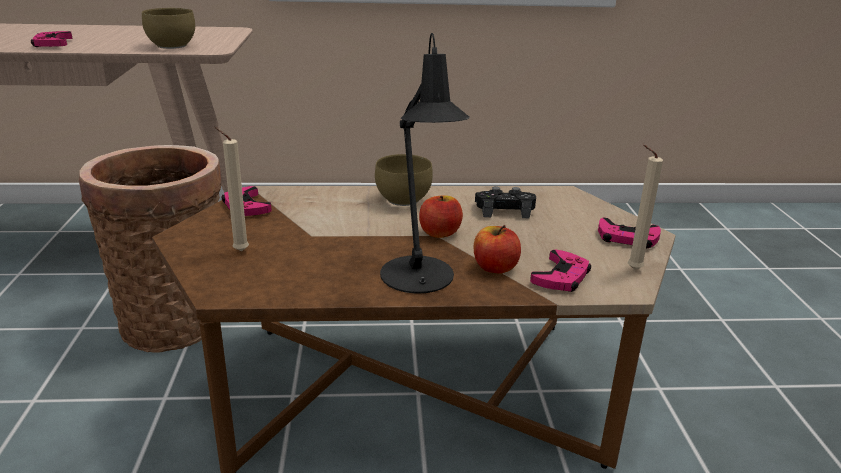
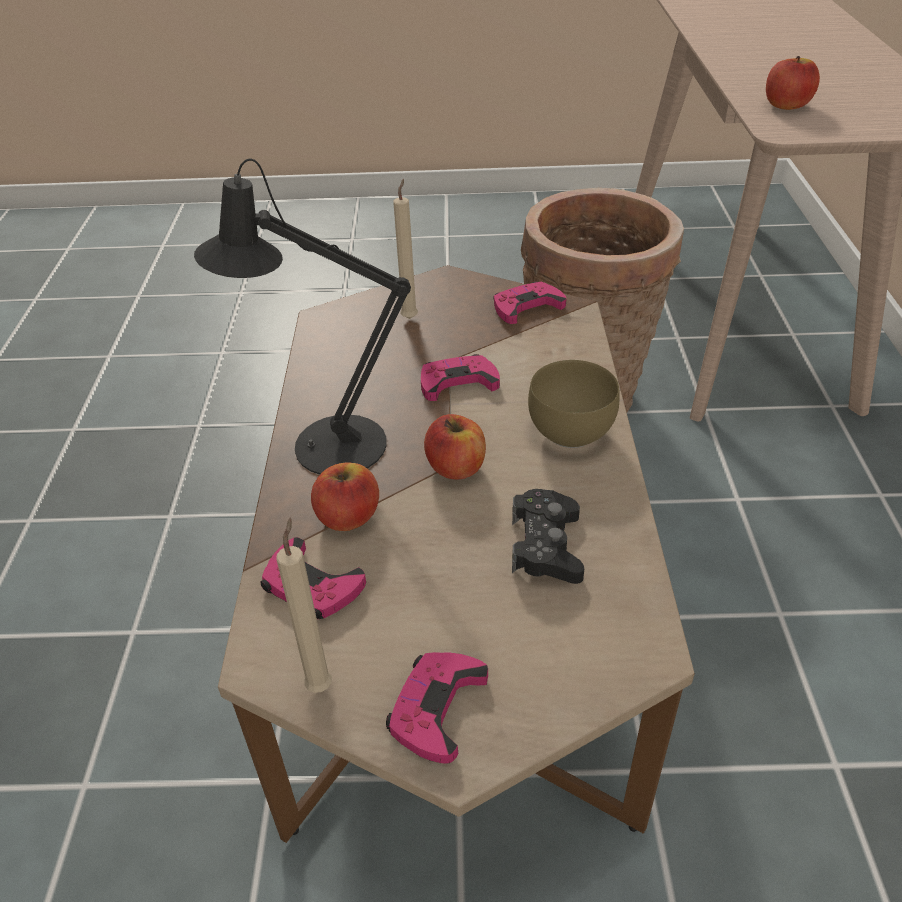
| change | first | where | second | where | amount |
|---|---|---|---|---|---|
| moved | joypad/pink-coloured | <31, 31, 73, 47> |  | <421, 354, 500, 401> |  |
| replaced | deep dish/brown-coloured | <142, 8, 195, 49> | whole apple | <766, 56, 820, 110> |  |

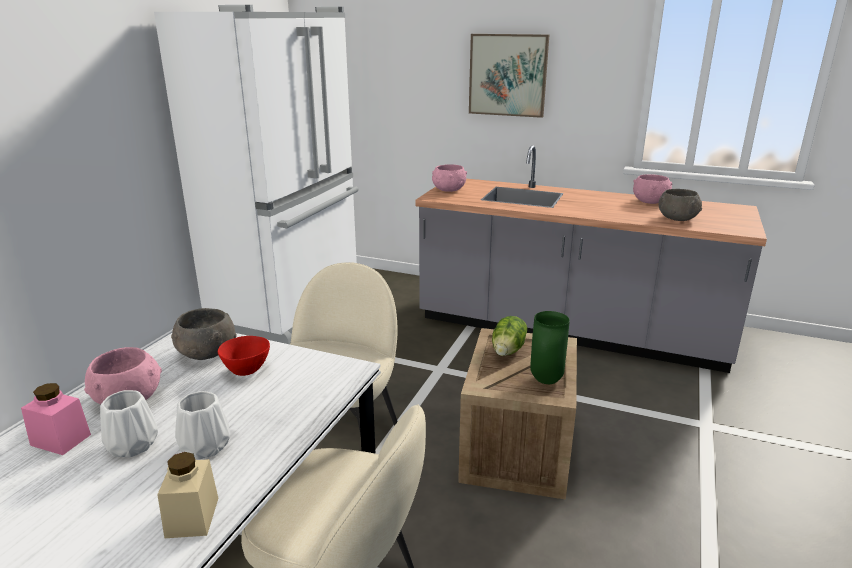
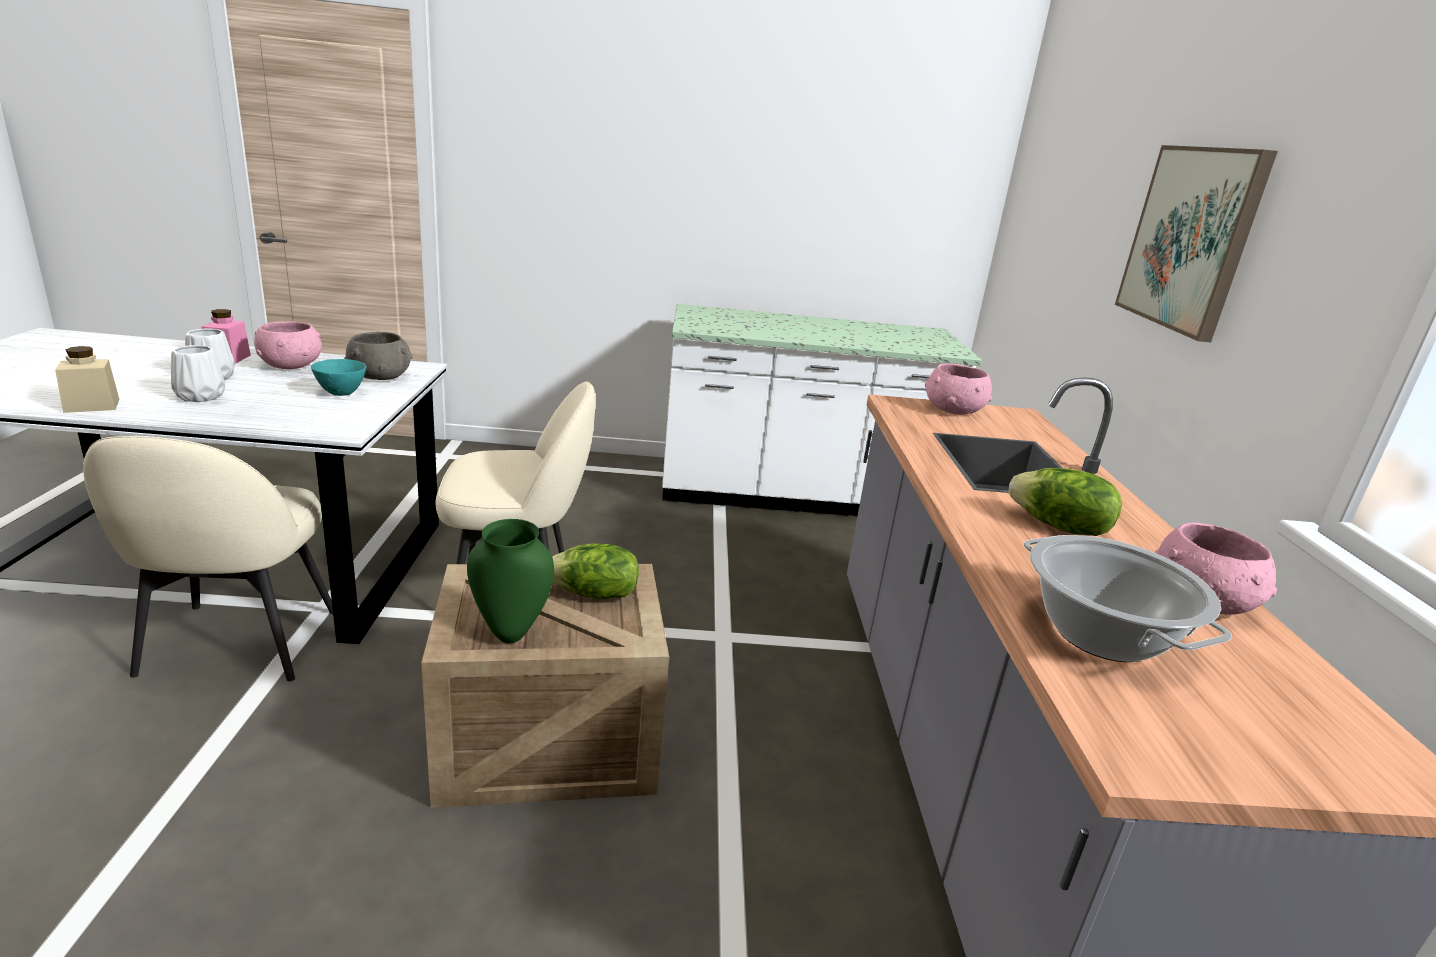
| change | first | where | second | where | amount |
|---|---|---|---|---|---|
| replaced | fridge/whitish | <154, 5, 358, 344> | counter/whitish | <662, 304, 982, 516> |  |
| recoloured | deep dish/red-coloured | <218, 336, 270, 376> | deep dish/turquoise-coloured | <311, 359, 366, 396> |  |
| replaced | deep dish/greyish | <659, 189, 702, 221> | stockpot | <1023, 535, 1232, 662> |  |
| added |  |  | lettuce | <1008, 468, 1122, 536> |  |

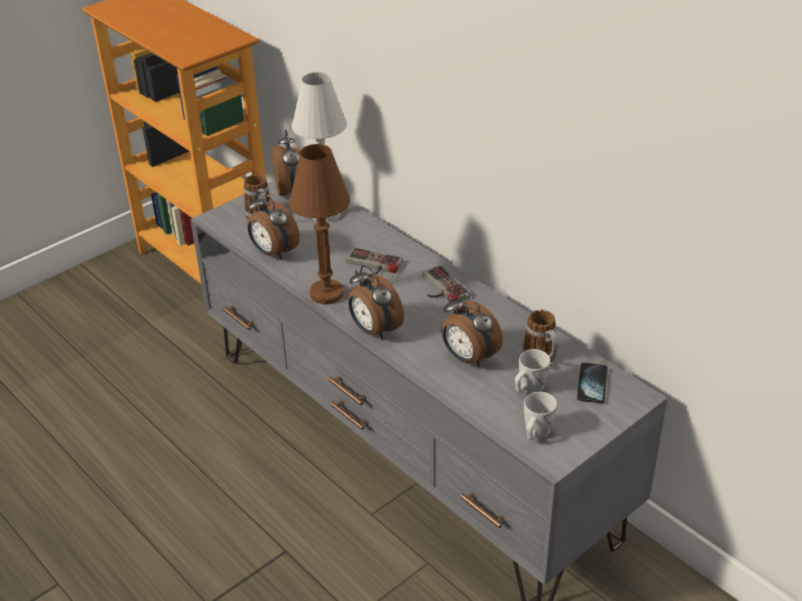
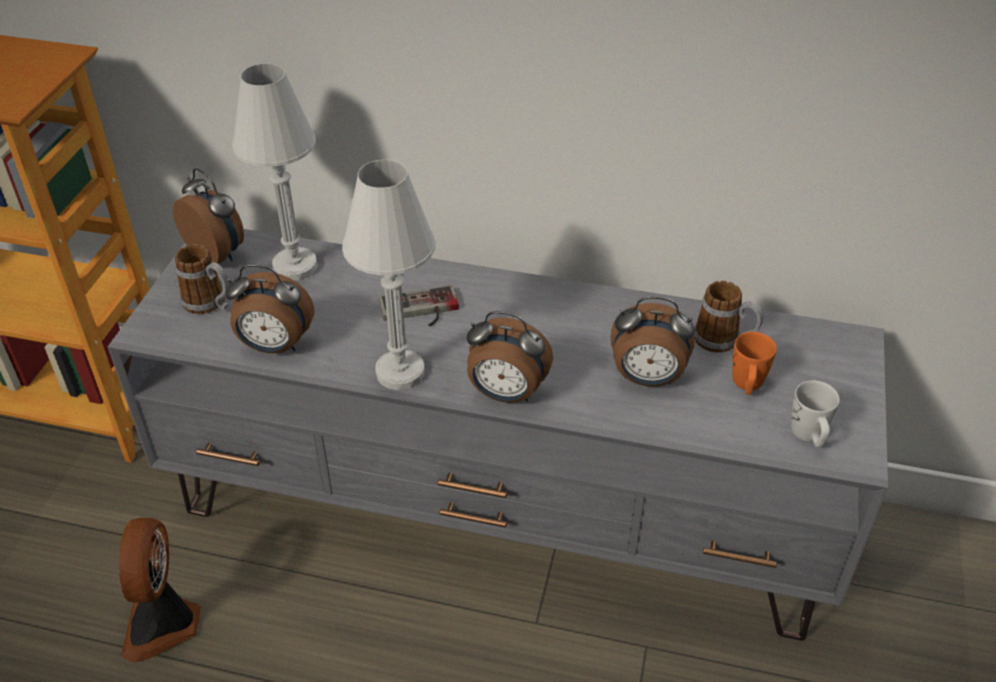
| change | first | where | second | where | amount |
|---|---|---|---|---|---|
| recoloured | table lamp/brown-coloured | <289, 144, 350, 305> | table lamp/whitish | <342, 160, 436, 390> |  |
| removed | joypad | <422, 265, 471, 302> |  |  |  |
| recoloured | mug/whitish | <515, 349, 550, 394> | mug/orange-coloured | <732, 332, 777, 395> |  |
| removed | phone | <577, 363, 608, 403> |  |  |  |
| added |  |  | cooling fan | <119, 518, 201, 662> |  |

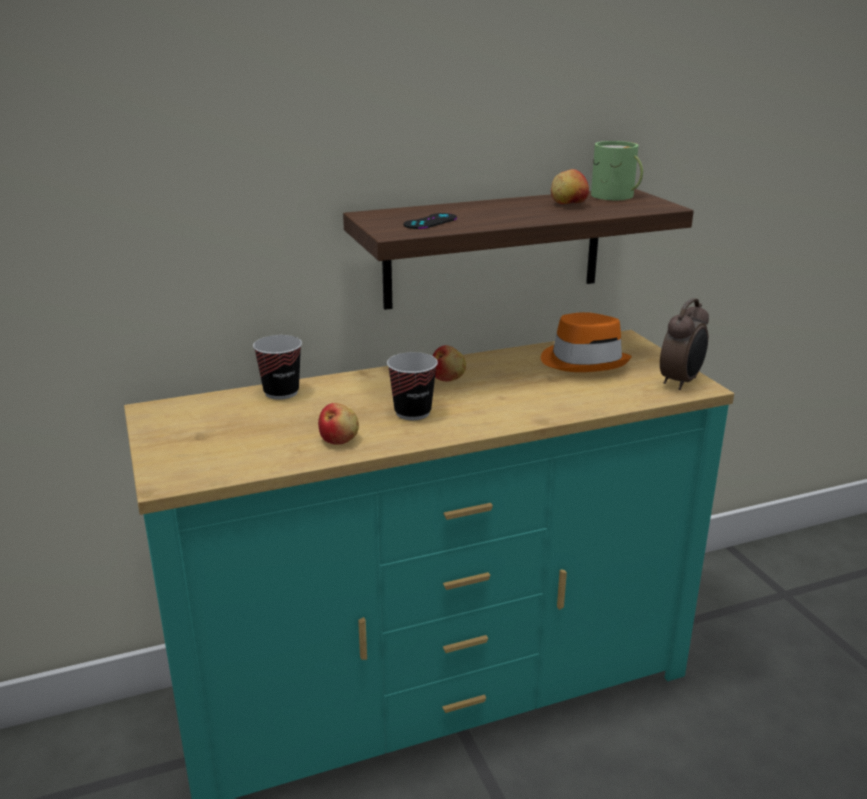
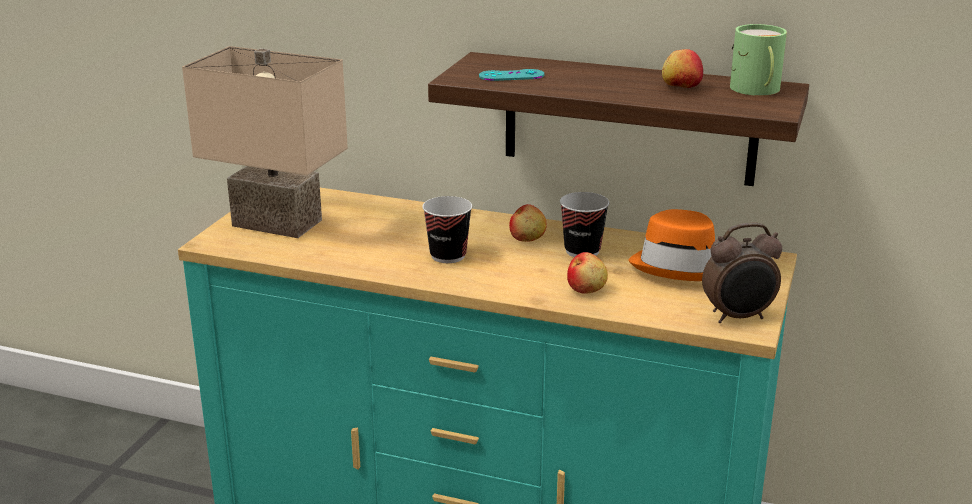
| change | first | where | second | where | amount |
|---|---|---|---|---|---|
| moved | drinking cup | <253, 335, 302, 400> |  | <560, 192, 609, 257> |  |
| moved | whole apple | <318, 403, 359, 445> |  | <567, 252, 608, 294> |  |
| recoloured | joypad/black | <404, 213, 457, 229> | joypad/turquoise-coloured | <479, 69, 544, 81> |  |
| added |  |  | table lamp/beige-coloured | <182, 46, 348, 238> |  |

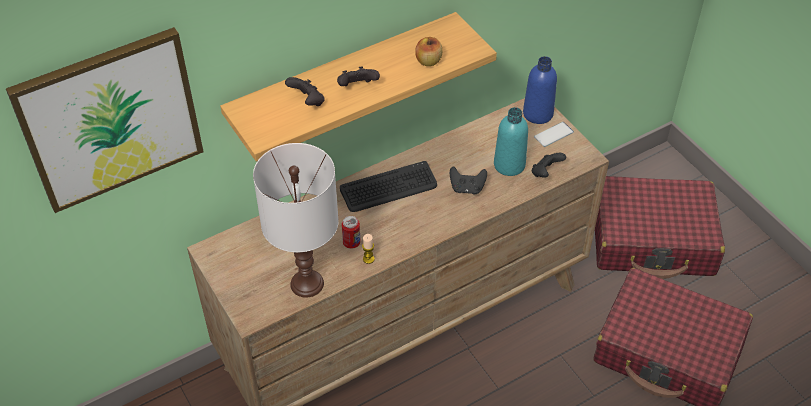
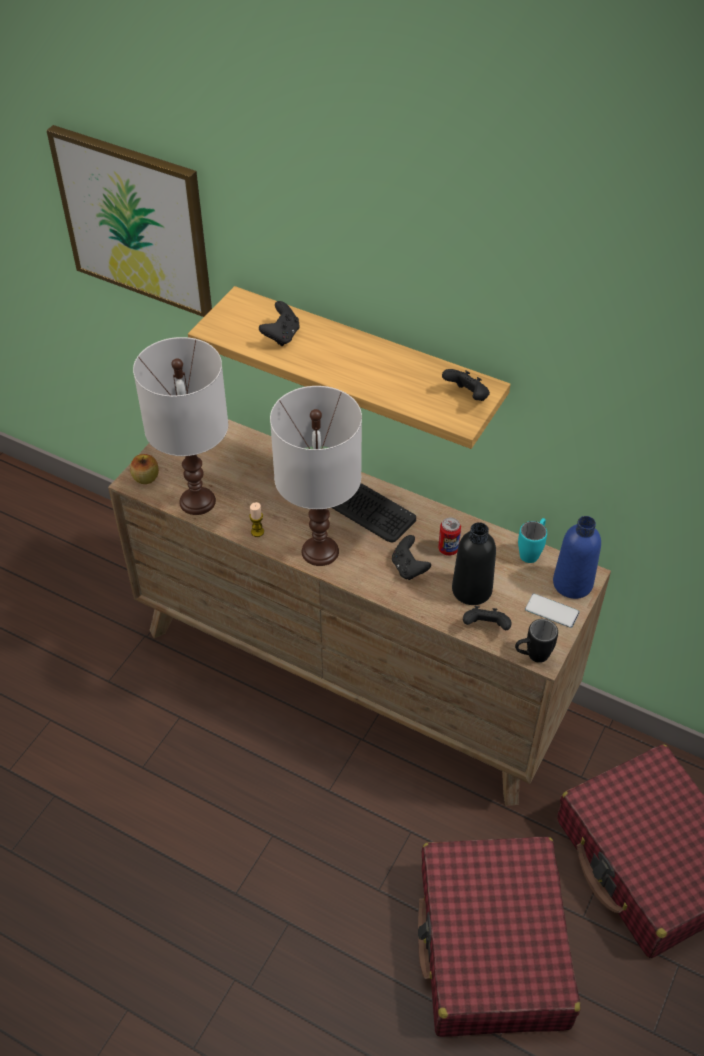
| change | first | where | second | where | amount |
|---|---|---|---|---|---|
| moved | joypad/black | <337, 66, 380, 86> |  | <442, 369, 490, 401> |  |
| moved | sealed can | <341, 216, 361, 249> |  | <438, 518, 461, 556> |  |
| moved | whole apple | <415, 37, 442, 66> |  | <130, 454, 159, 484> |  |
| recoloured | beverage bottle/turquoise-coloured | <494, 107, 528, 176> | beverage bottle/black | <452, 522, 496, 605> |  |
| added |  |  | table lamp/whitish | <270, 386, 362, 566> |  |
| added |  |  | mug/black | <515, 619, 558, 663> |  |
| added |  |  | mug/turquoise-coloured | <518, 518, 547, 563> |  |

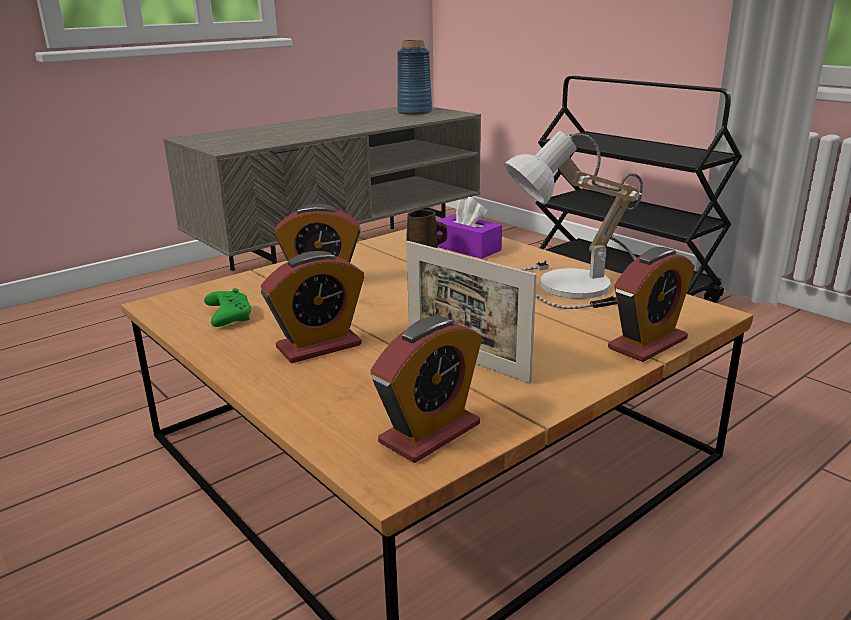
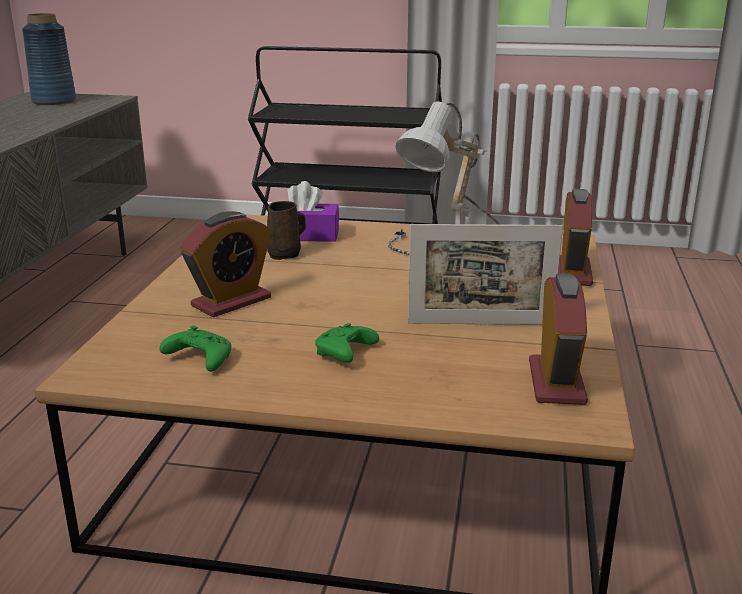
| change | first | where | second | where | amount |
|---|---|---|---|---|---|
| replaced | table clock | <261, 251, 364, 363> | joypad/greenish | <315, 323, 379, 363> |  |

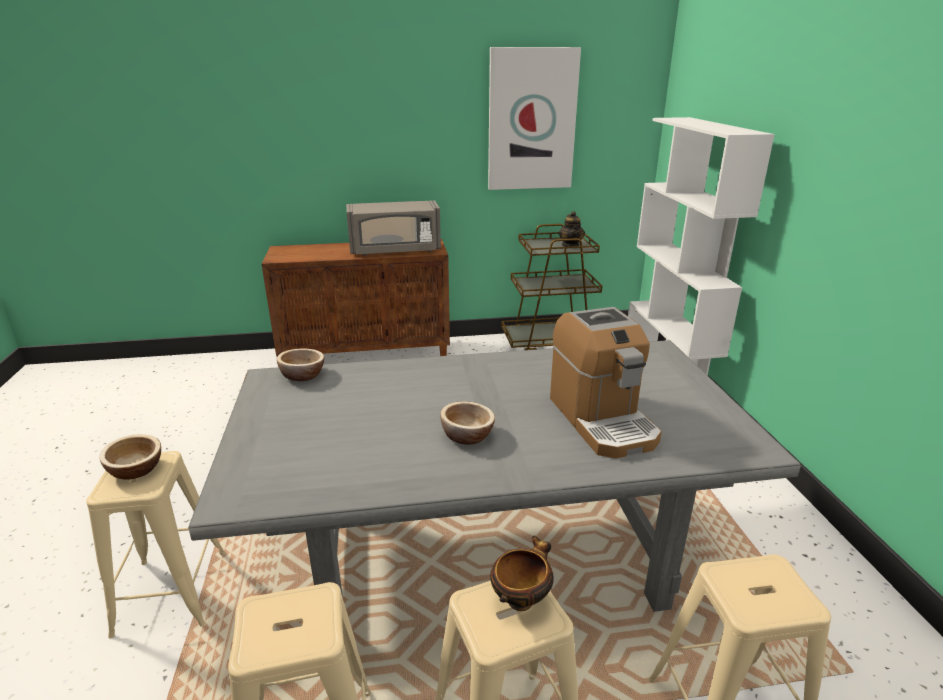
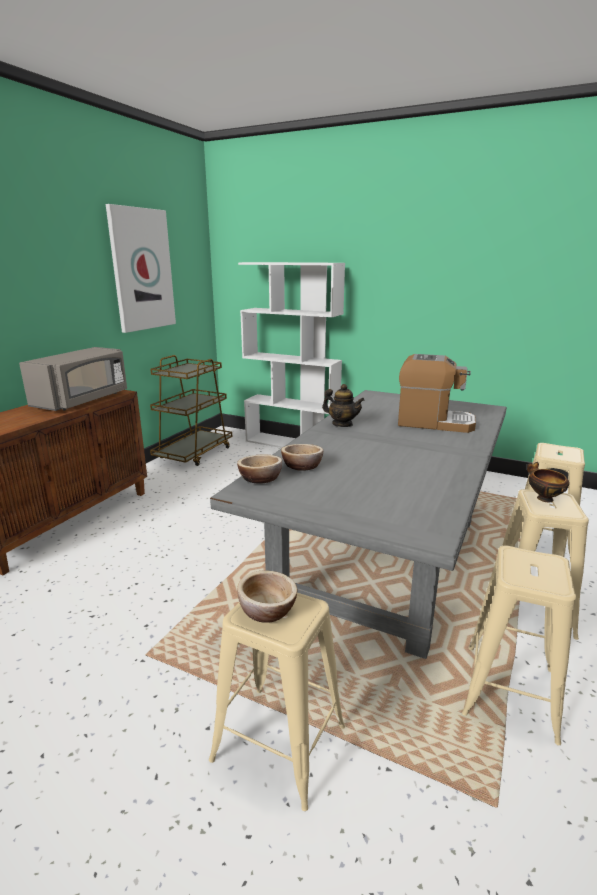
| change | first | where | second | where | amount |
|---|---|---|---|---|---|
| moved | deep dish | <441, 401, 495, 445> |  | <281, 444, 323, 471> |  |
| moved | teapot | <559, 211, 585, 247> |  | <322, 384, 365, 427> |  |

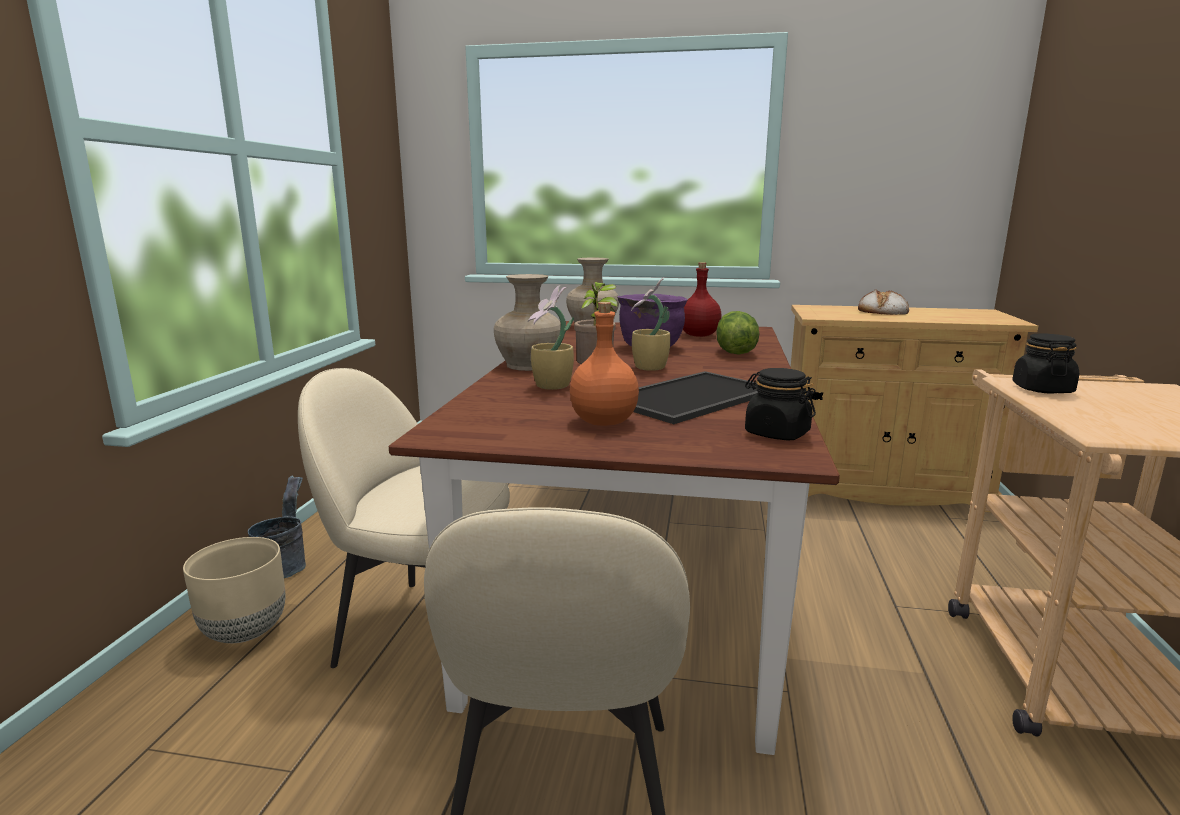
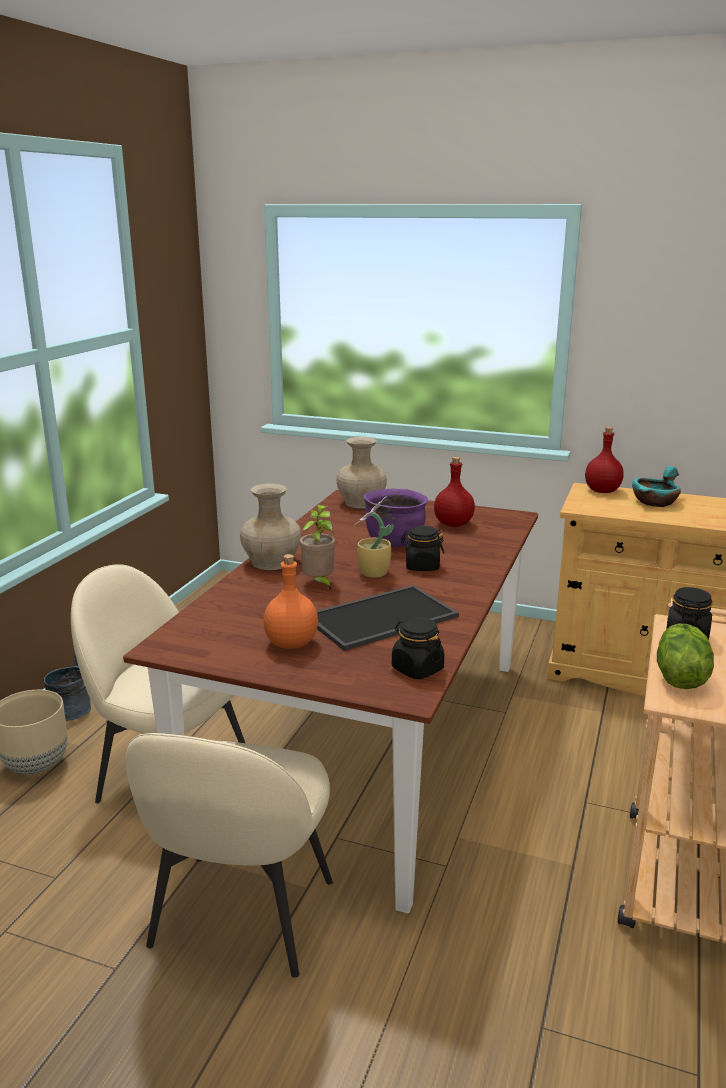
| change | first | where | second | where | amount |
|---|---|---|---|---|---|
| removed | houseplant | <528, 285, 574, 390> |  |  |  |
| moved | lettuce | <716, 311, 759, 354> |  | <657, 624, 714, 689> |  |
| replaced | bakery bread | <858, 290, 909, 315> | deep dish/turquoise-coloured | <632, 466, 681, 507> |  |
| added |  |  | preserve jar/black | <401, 526, 444, 571> |  |
| added |  |  | beverage bottle/red-coloured | <585, 427, 624, 493> |  |

